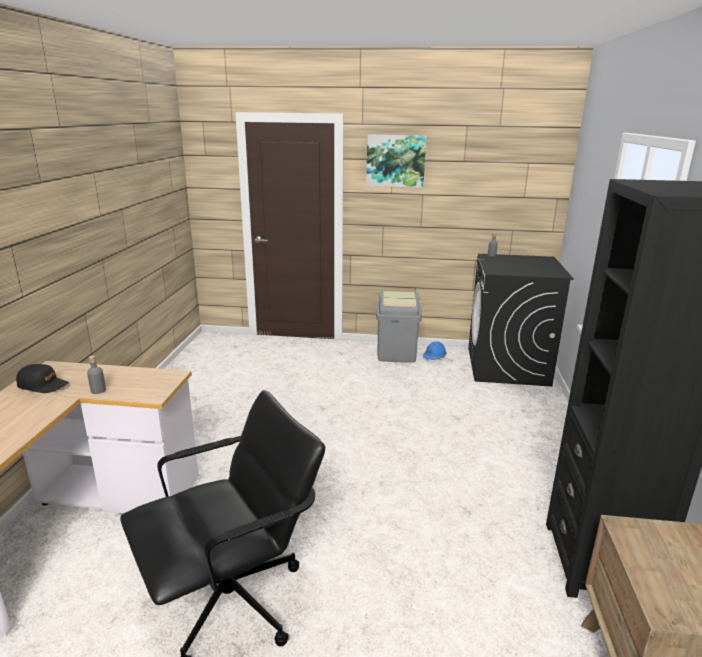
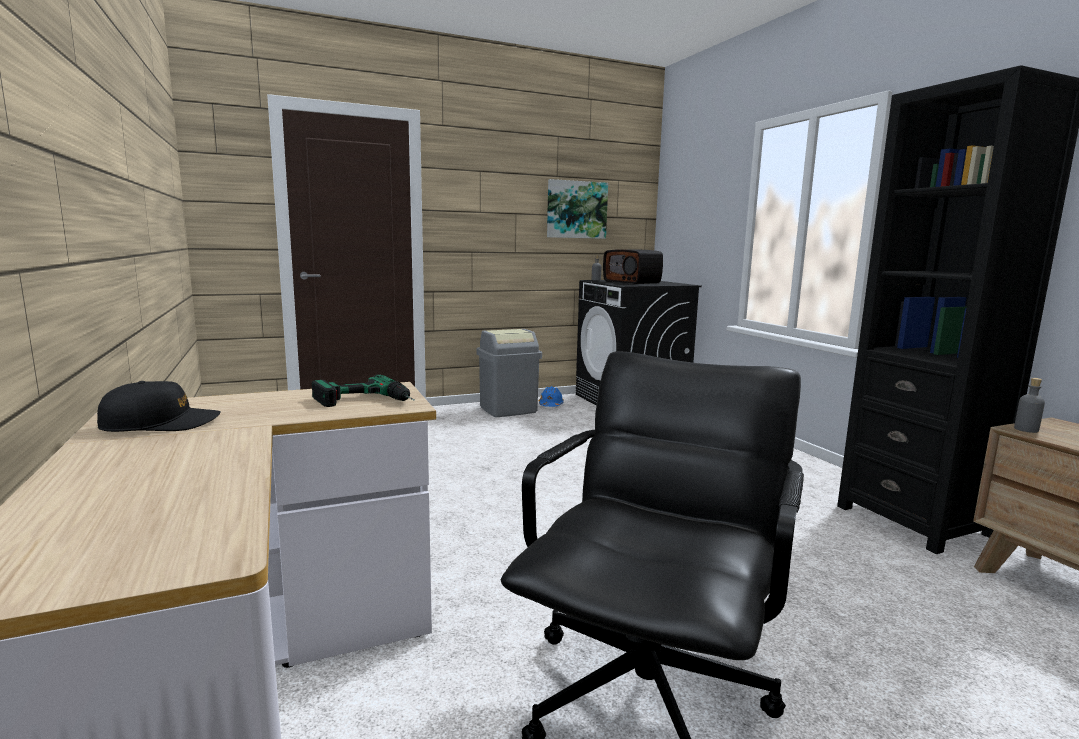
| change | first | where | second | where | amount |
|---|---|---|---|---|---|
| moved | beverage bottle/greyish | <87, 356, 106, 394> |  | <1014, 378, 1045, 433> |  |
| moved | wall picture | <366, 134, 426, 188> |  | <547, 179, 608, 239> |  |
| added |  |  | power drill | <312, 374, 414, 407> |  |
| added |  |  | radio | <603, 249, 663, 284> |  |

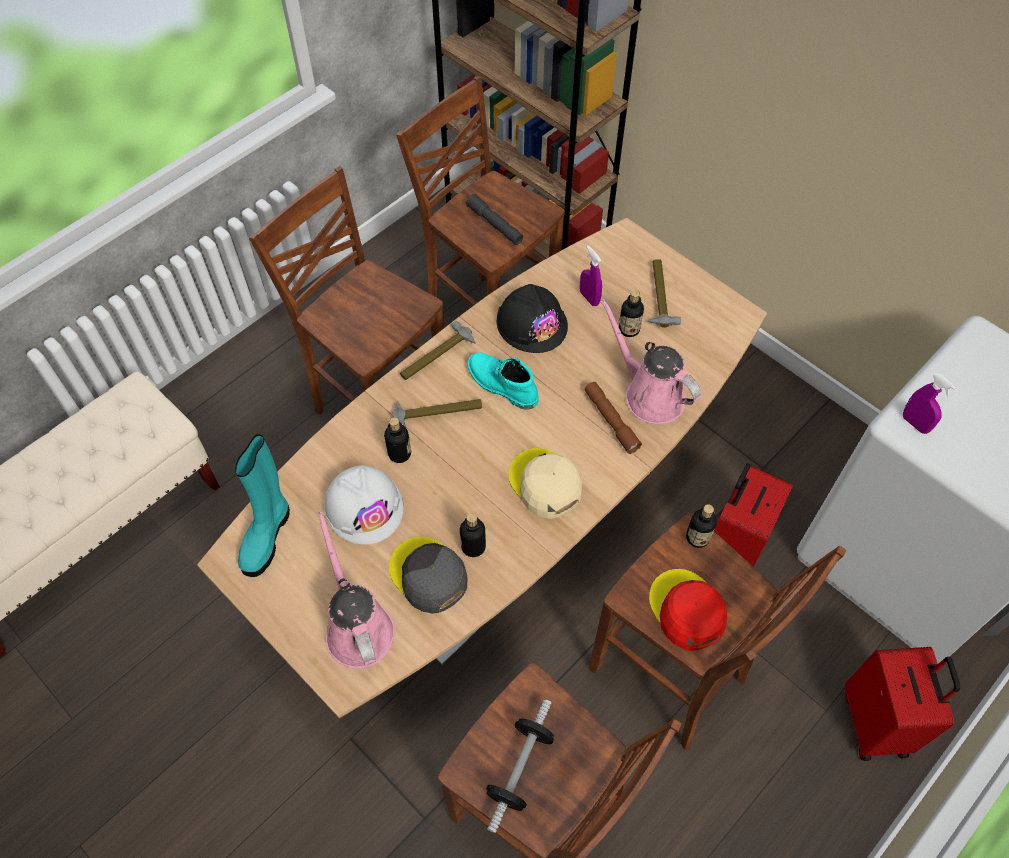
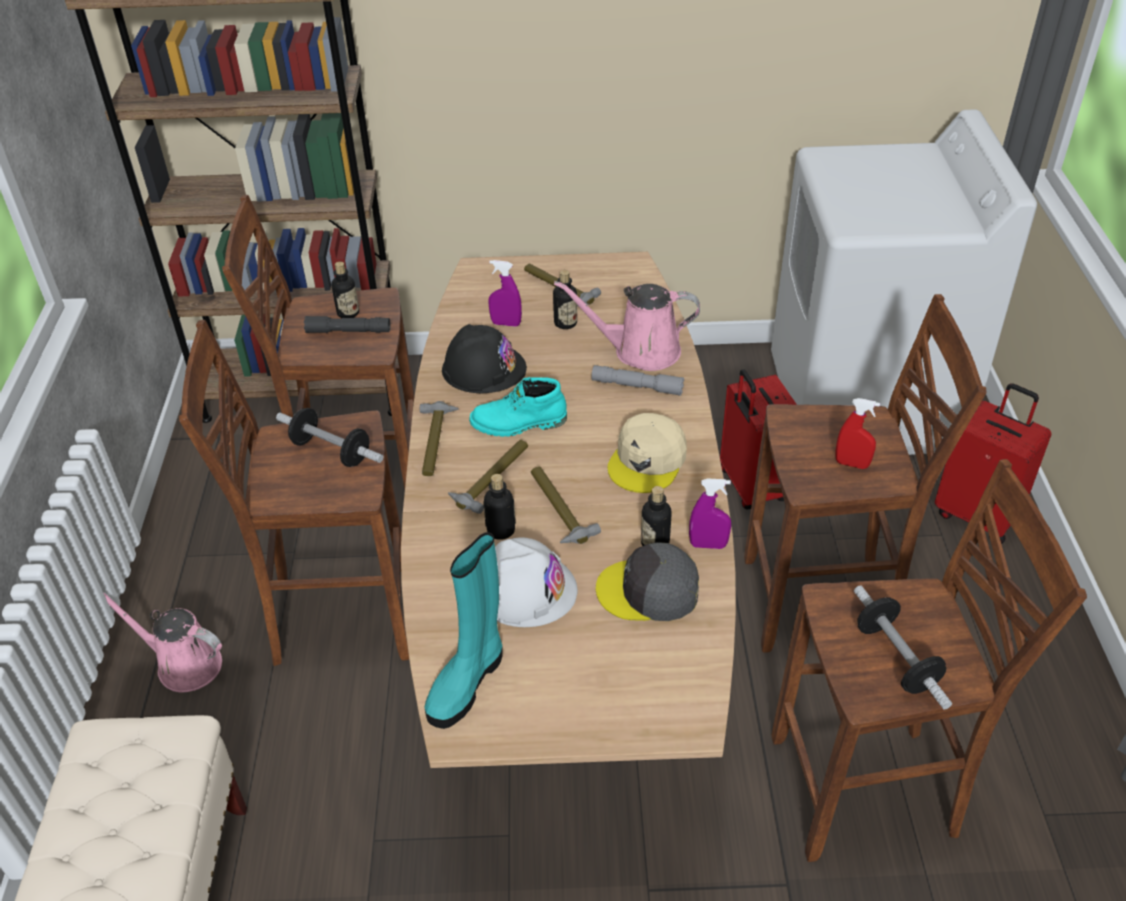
| change | first | where | second | where | amount |
|---|---|---|---|---|---|
| turned | tall boot/turquoise-coloured | <235, 434, 290, 577> |  | <424, 532, 503, 729> | 60 degrees clockwise |
| moved | sprinkling can/pink-coloured | <318, 511, 395, 669> |  | <103, 592, 222, 693> |  |
| turned | peaked cap/beige-coloured | <509, 448, 582, 519> |  | <608, 413, 687, 493> | 75 degrees counterclockwise |
| recoloured | torch/brown-coloured | <585, 382, 642, 454> | torch/greyish | <591, 365, 684, 396> |  |
| replaced | peaked cap/red-coloured | <649, 569, 728, 651> | hand sprayer/red-coloured | <836, 398, 880, 469> |  |
| moved | beverage bottle | <686, 504, 717, 548> |  | <331, 261, 359, 318> |  |
| moved | hand sprayer/purple-coloured | <903, 373, 956, 434> |  | <689, 478, 731, 549> |  |
| added |  |  | hand weight | <276, 408, 383, 467> |  |
| added |  |  | tool hammer | <531, 467, 601, 544> |  |

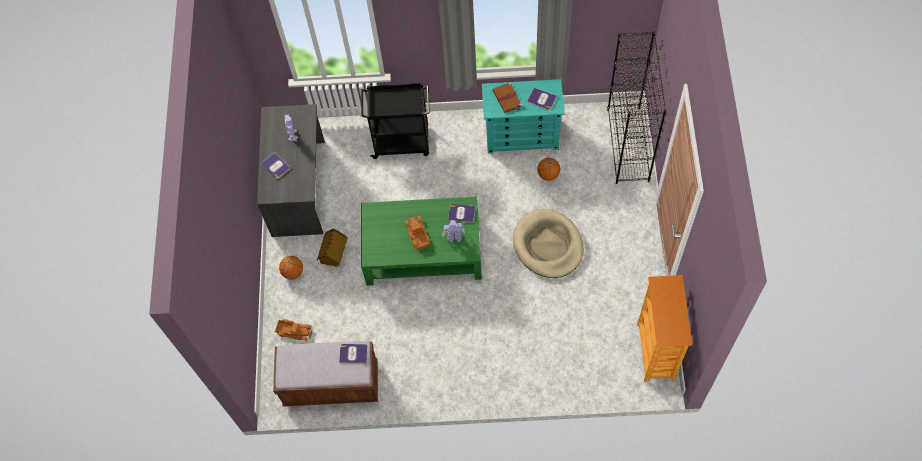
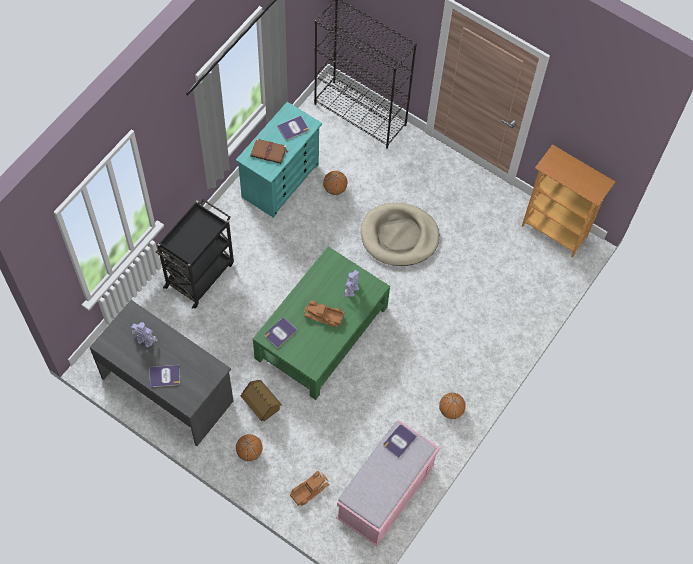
| change | first | where | second | where | amount |
|---|---|---|---|---|---|
| recoloured | bench/brown-coloured | <273, 341, 378, 406> | bench/pink-coloured | <336, 420, 440, 546> |  |
| moved | book | <448, 204, 475, 223> |  | <265, 318, 298, 349> |  |
| added |  |  | ball for basketball | <439, 393, 466, 419> |  |

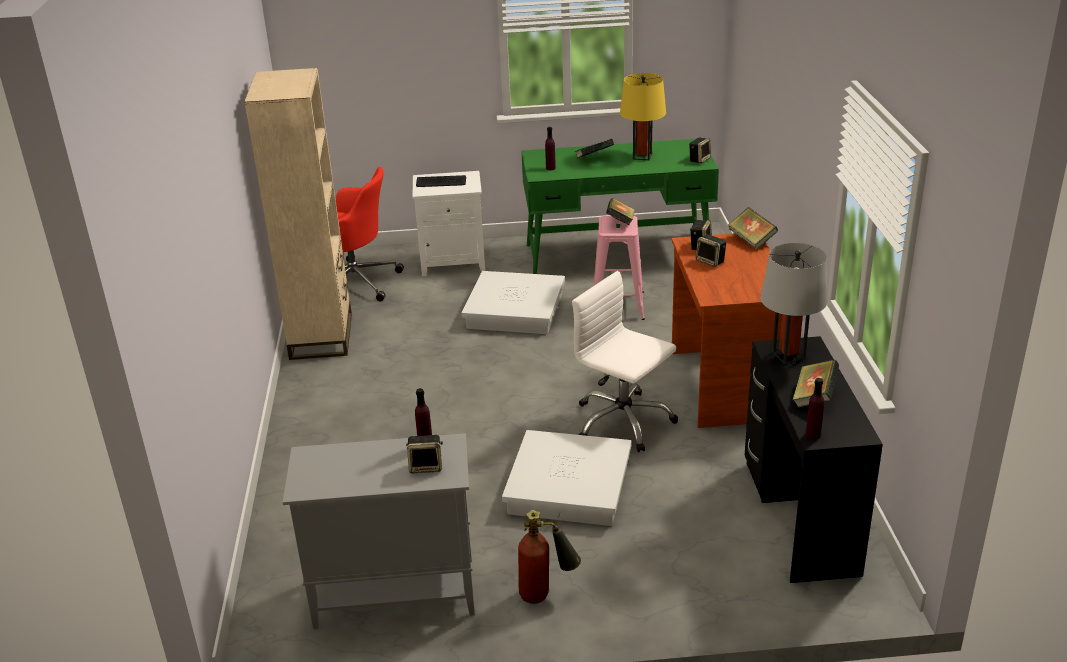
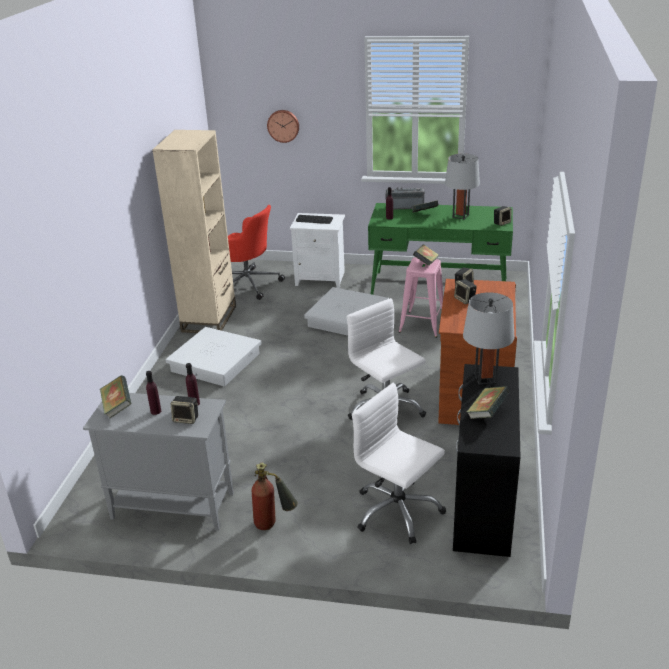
| change | first | where | second | where | amount |
|---|---|---|---|---|---|
| moved | storage box/whitish | <502, 430, 632, 526> |  | <165, 327, 262, 387> |  |
| recoloured | table lamp/yellow-coloured | <620, 73, 666, 160> | table lamp/greyish | <445, 154, 480, 220> |  |
| moved | book | <728, 207, 778, 250> |  | <100, 375, 132, 418> |  |
| moved | beverage bottle/purple-coloured | <805, 378, 824, 440> |  | <146, 371, 161, 415> |  |
| added |  |  | clock on the wall | <267, 110, 299, 143> |  |
| added |  |  | desk chair/whitish | <352, 383, 446, 544> |  |
| added |  |  | radio | <385, 187, 425, 210> |  |

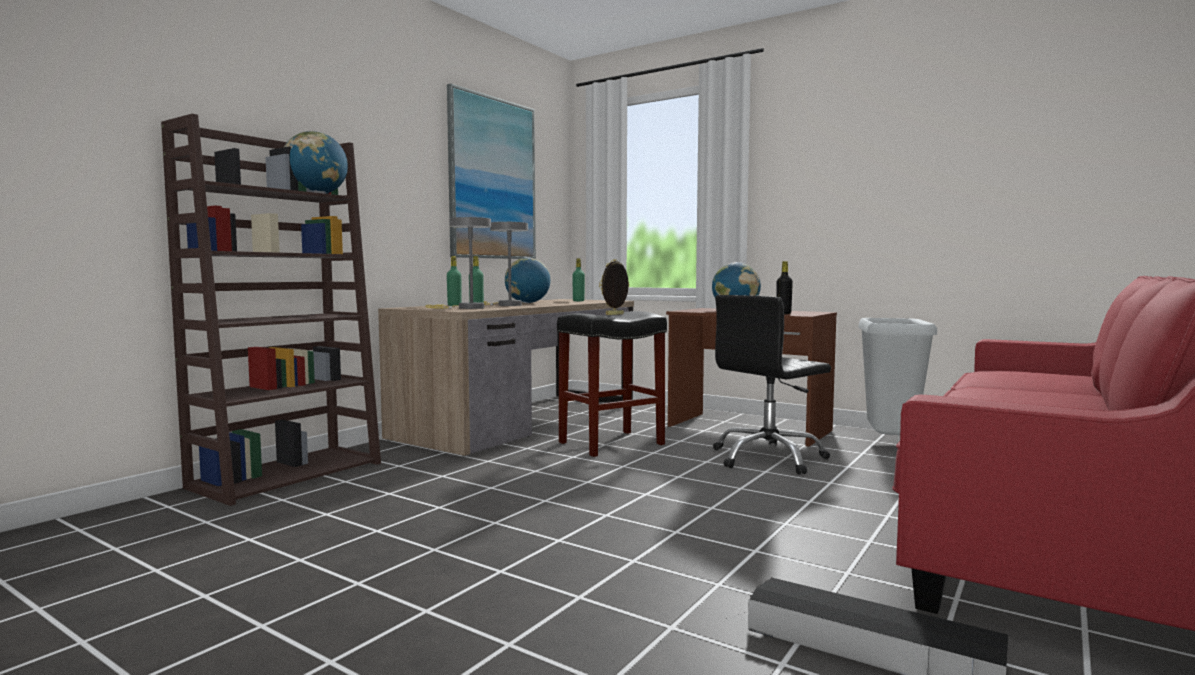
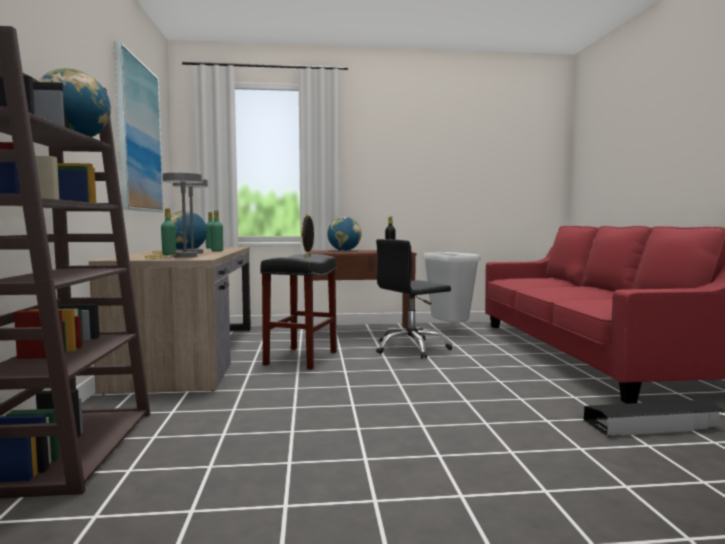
| change | first | where | second | where | amount |
|---|---|---|---|---|---|
| moved | beverage bottle/greenish | <447, 256, 461, 306> |  | <210, 211, 223, 252> |  |
| turned | desk chair/black | <713, 295, 831, 475> |  | <376, 239, 452, 359> | 45 degrees clockwise |

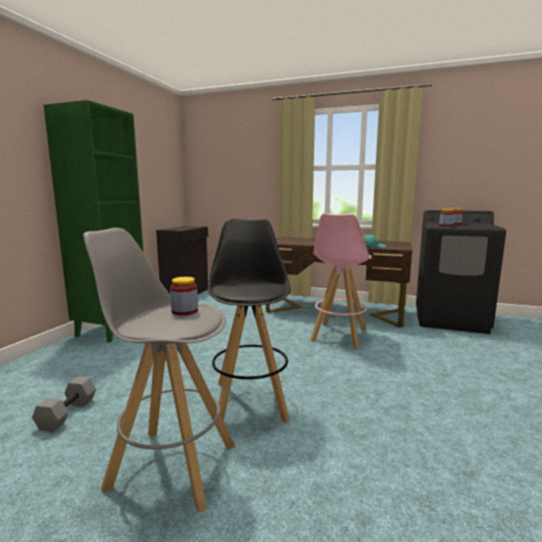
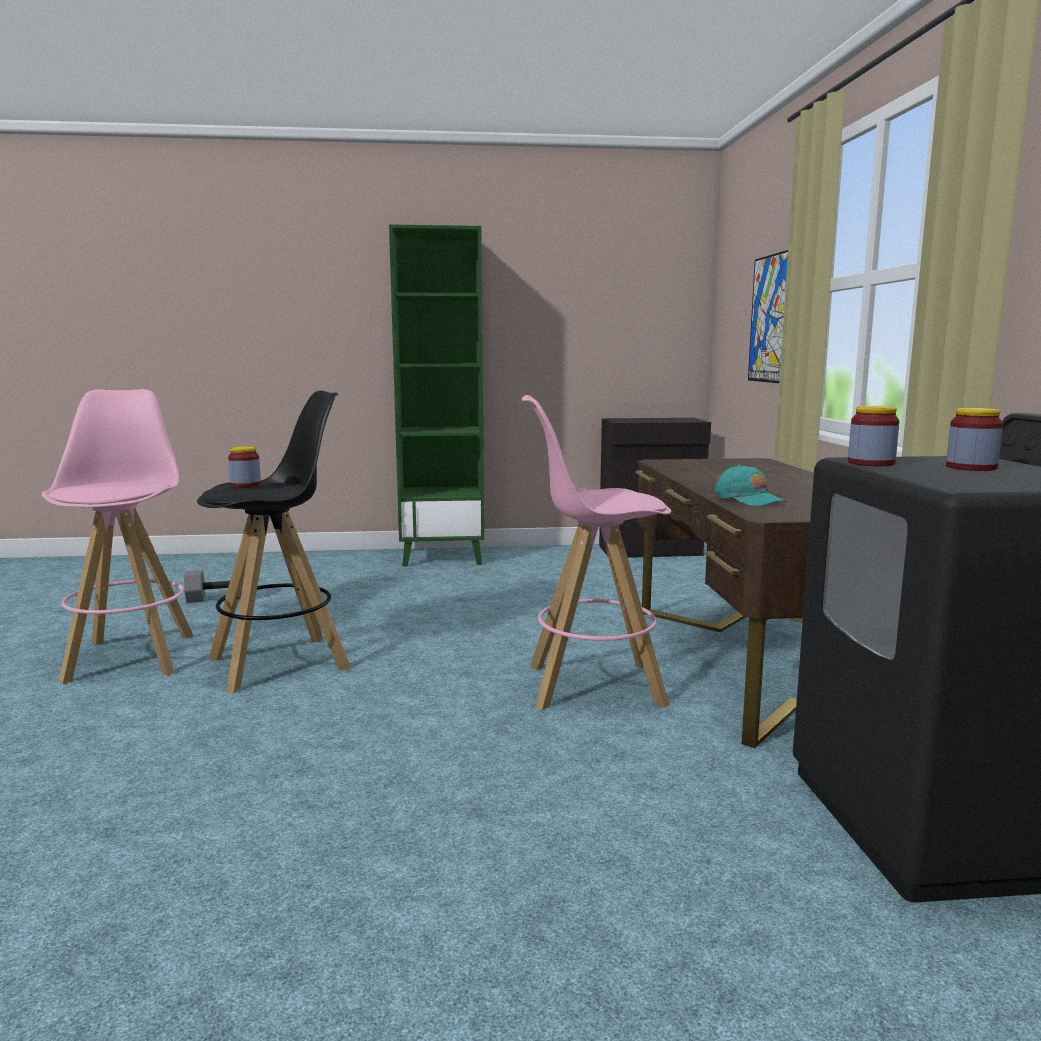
| change | first | where | second | where | amount |
|---|---|---|---|---|---|
| recoloured | stool/greyish | <83, 228, 236, 512> | stool/pink-coloured | <42, 389, 193, 684> |  |
| moved | preserve jar | <170, 277, 198, 315> |  | <228, 447, 261, 487> |  |
| added |  |  | wall picture | <748, 250, 788, 383> |  |

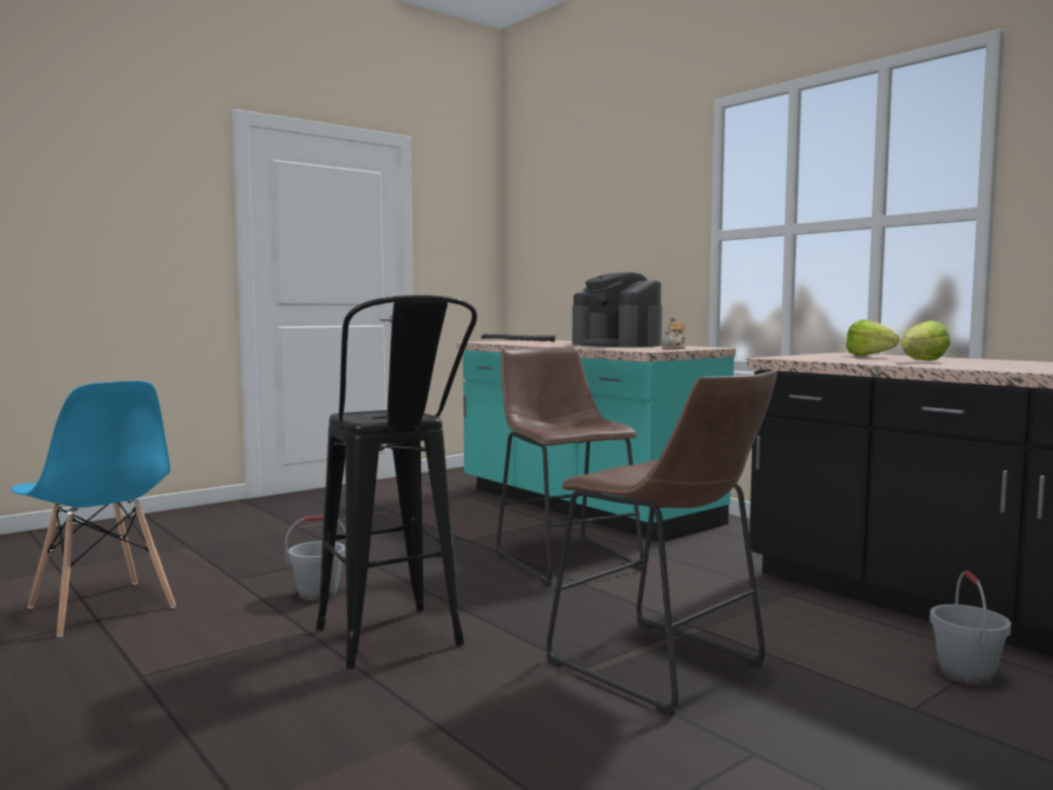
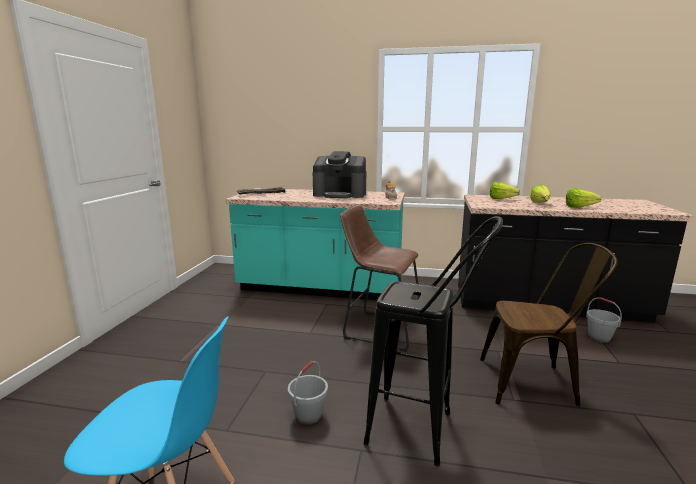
| change | first | where | second | where | amount |
|---|---|---|---|---|---|
| replaced | stool/brown-coloured | <546, 370, 777, 717> | chair/brown-coloured | <480, 243, 618, 407> |  |
| added |  |  | lettuce | <566, 188, 601, 207> |  |

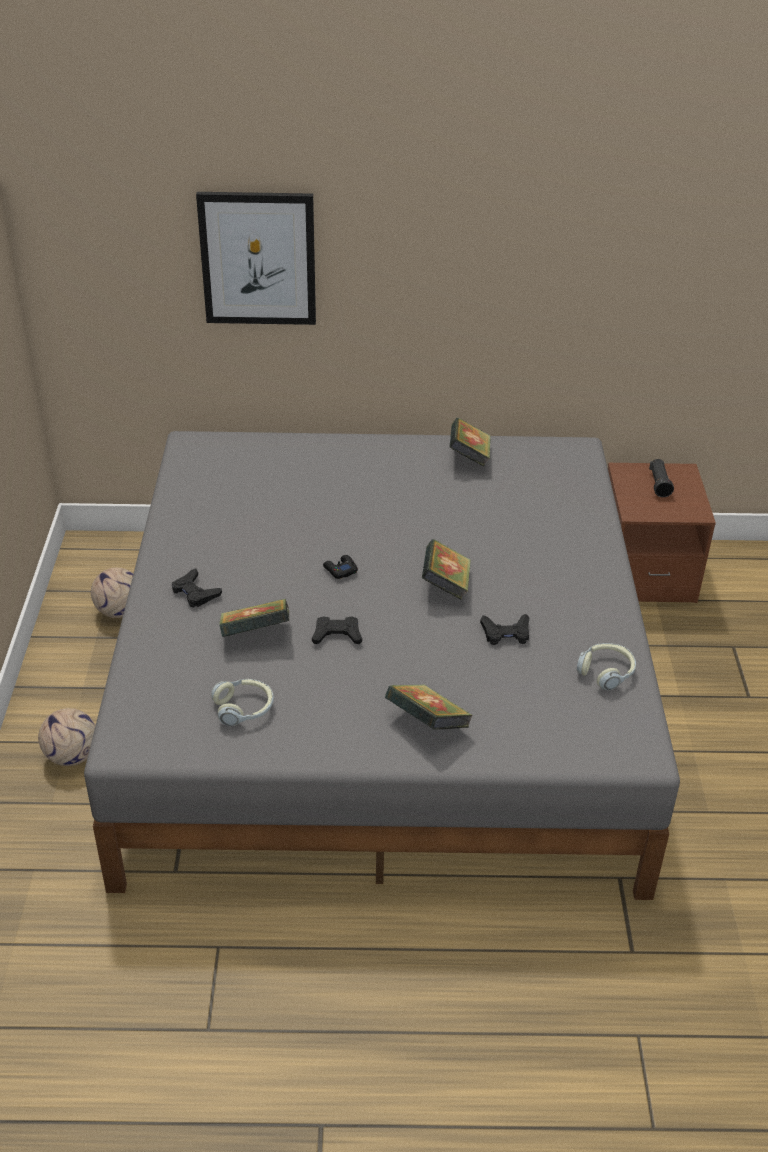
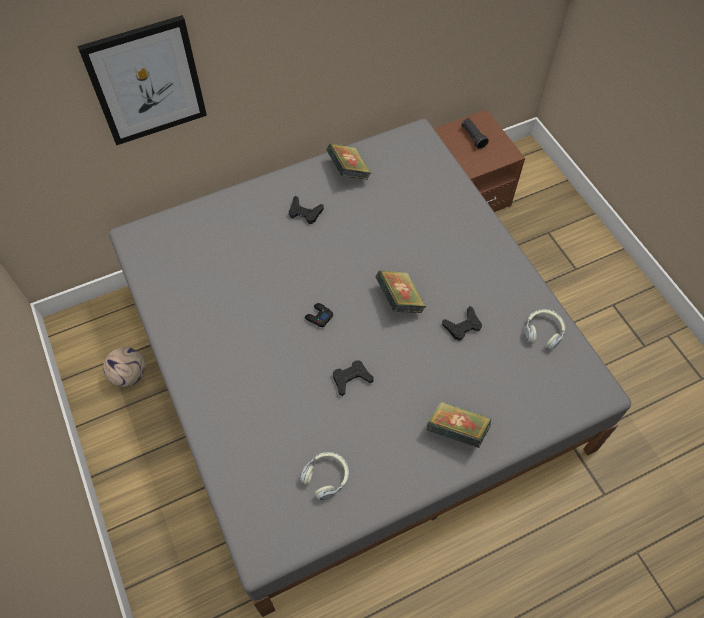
| change | first | where | second | where | amount |
|---|---|---|---|---|---|
| removed | football ball | <38, 708, 95, 766> |  |  |  |
| moved | joypad/black | <172, 568, 222, 608> |  | <289, 196, 324, 224> |  |
| removed | book | <219, 599, 289, 637> |  |  |  |

